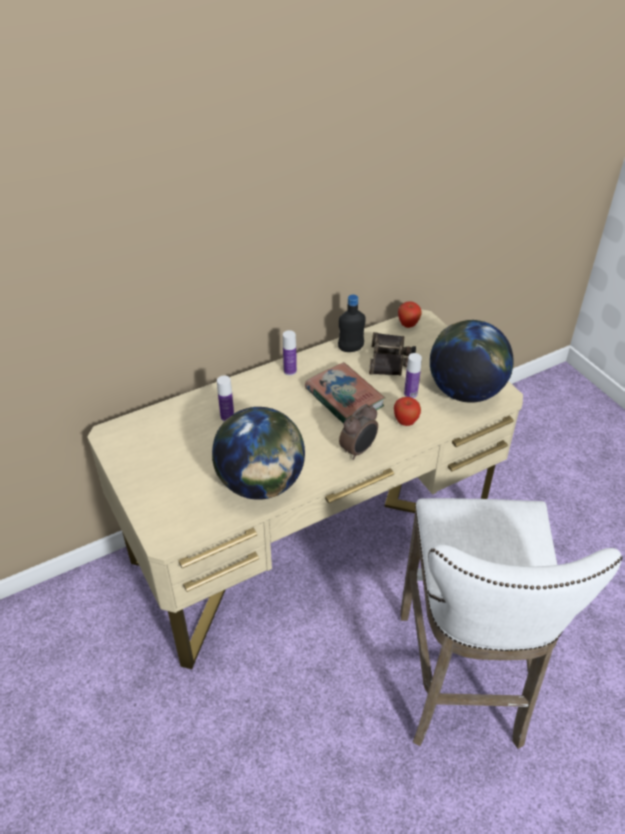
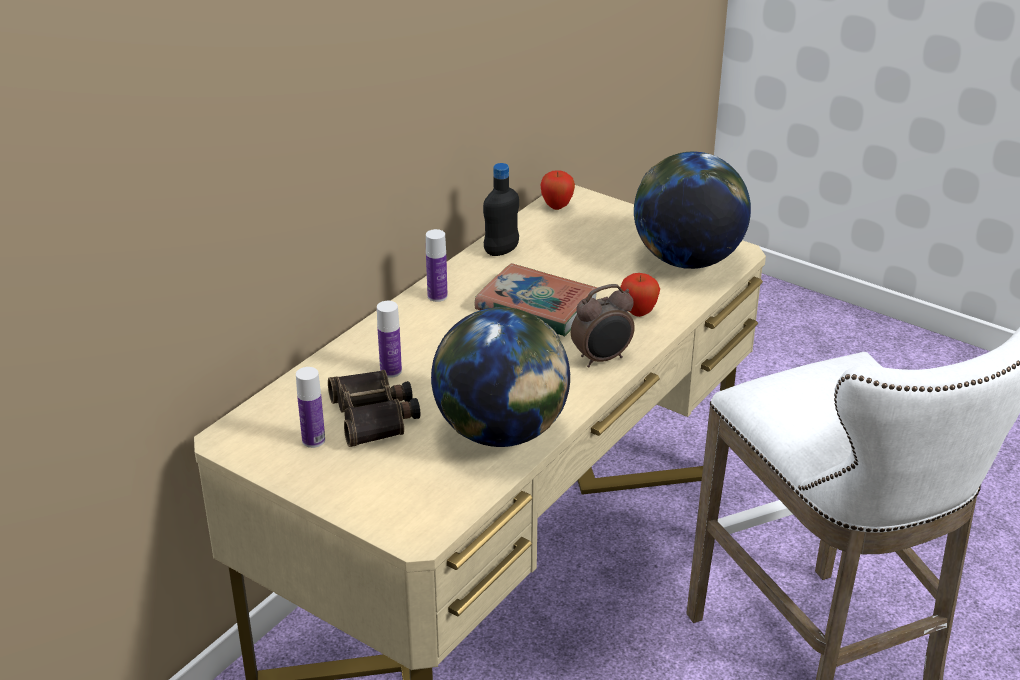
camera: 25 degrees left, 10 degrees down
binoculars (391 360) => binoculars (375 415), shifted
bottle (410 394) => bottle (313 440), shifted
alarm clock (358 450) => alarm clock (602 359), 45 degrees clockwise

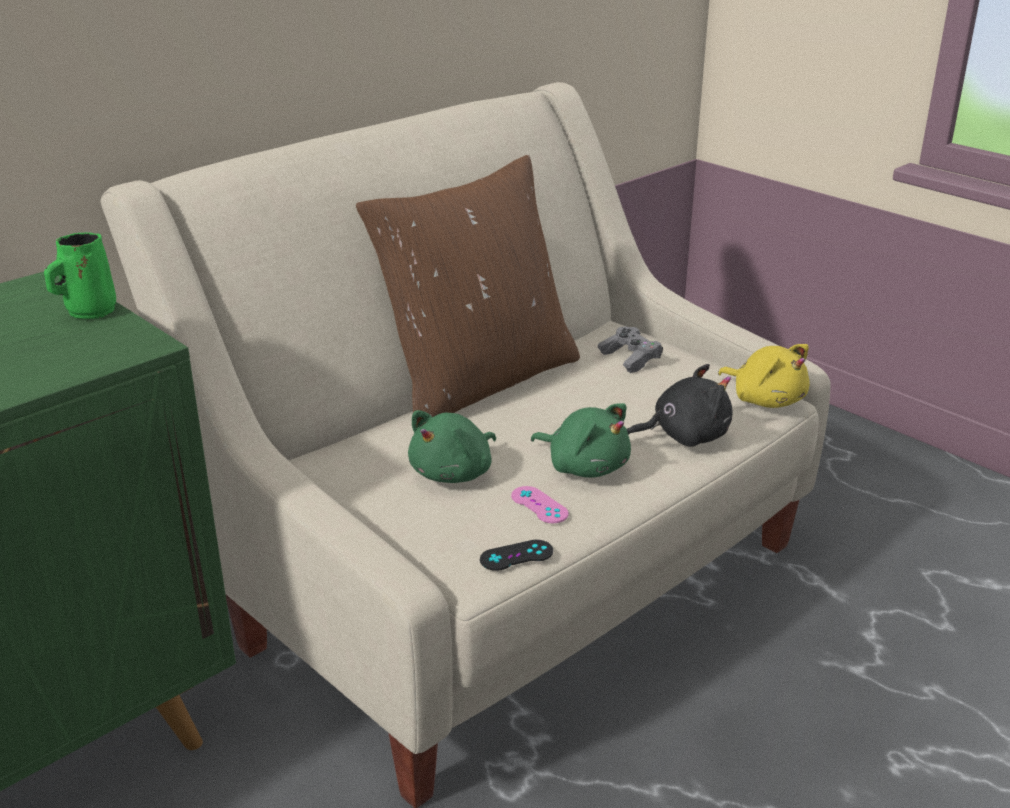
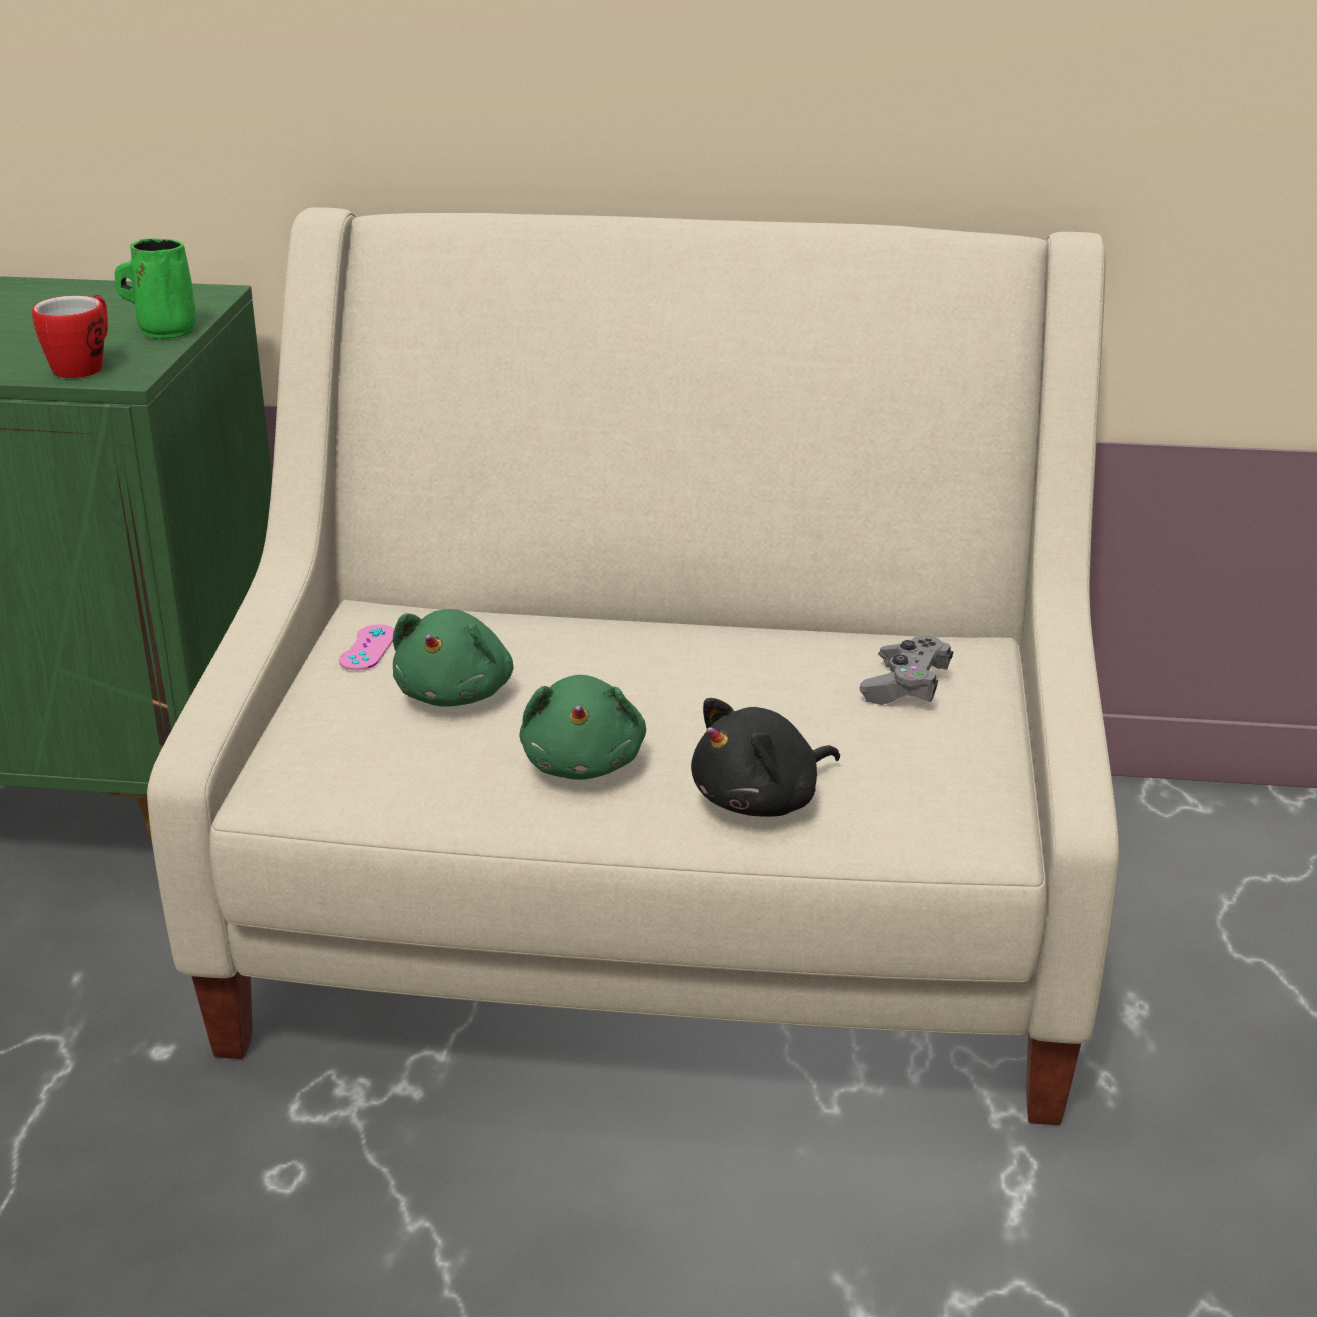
camera: 50 degrees right, 0 degrees up
pillow (brown) (478 381) => nothing
plush toy (yellow) (765 399) => nothing
plush toy (black) (684 436) => plush toy (black) (761 801), 105 degrees clockwise
plush toy (green) (454 473) => plush toy (green) (457 693), 75 degrees counterclockwise
game controller (pink) (539 505) => game controller (pink) (368 648), shifted
game controller (black) (516 555) => nothing
nothing => mug (84 366)

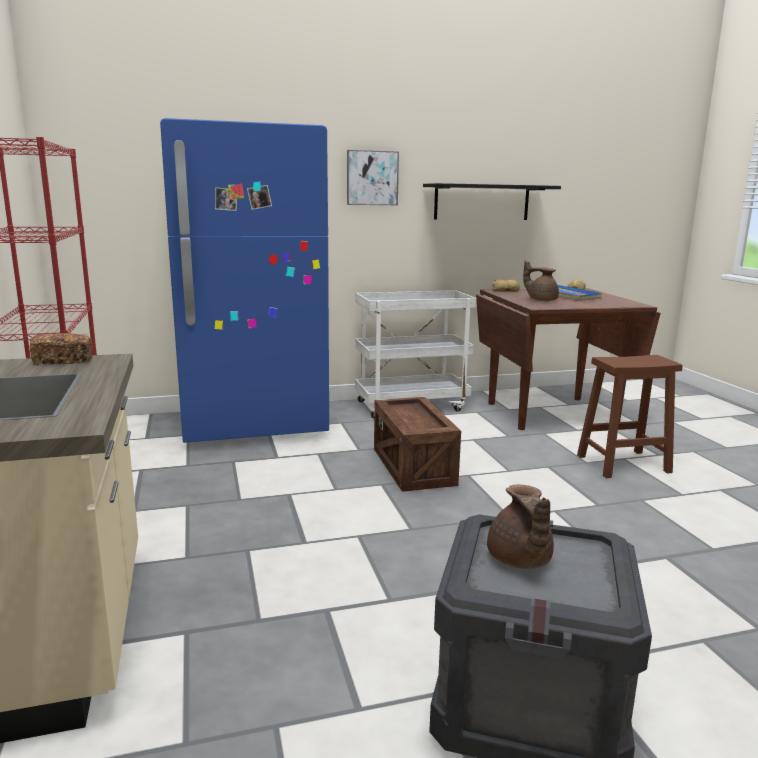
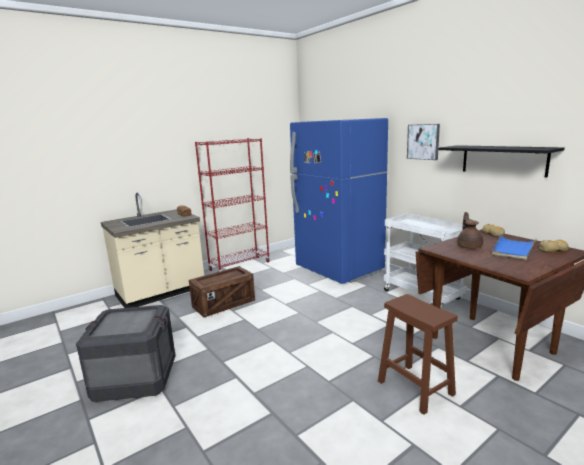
camera: 70 degrees right, 0 degrees up
crate (413 467) => crate (223 304), shifted
teapot (brown) (519 560) => nothing

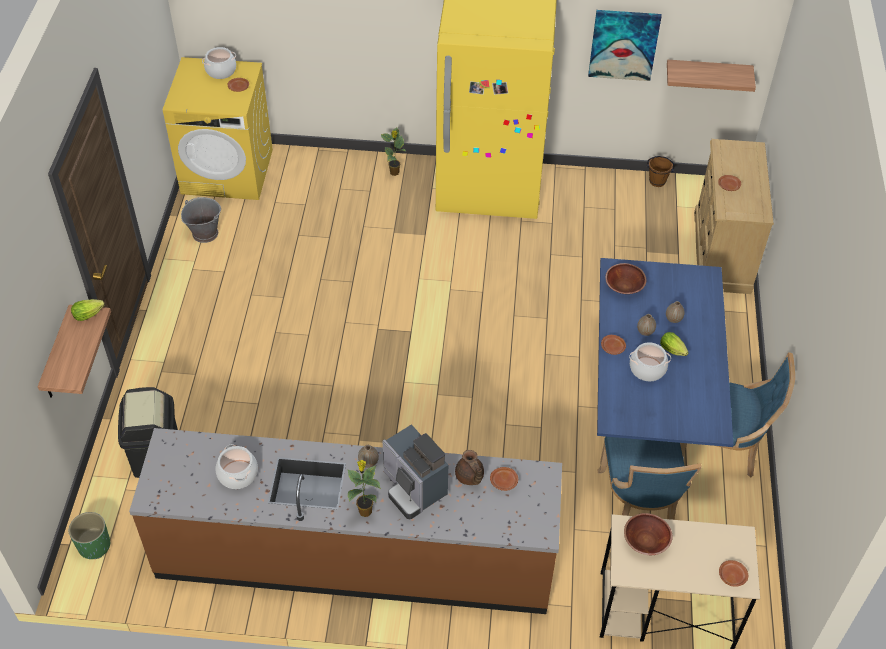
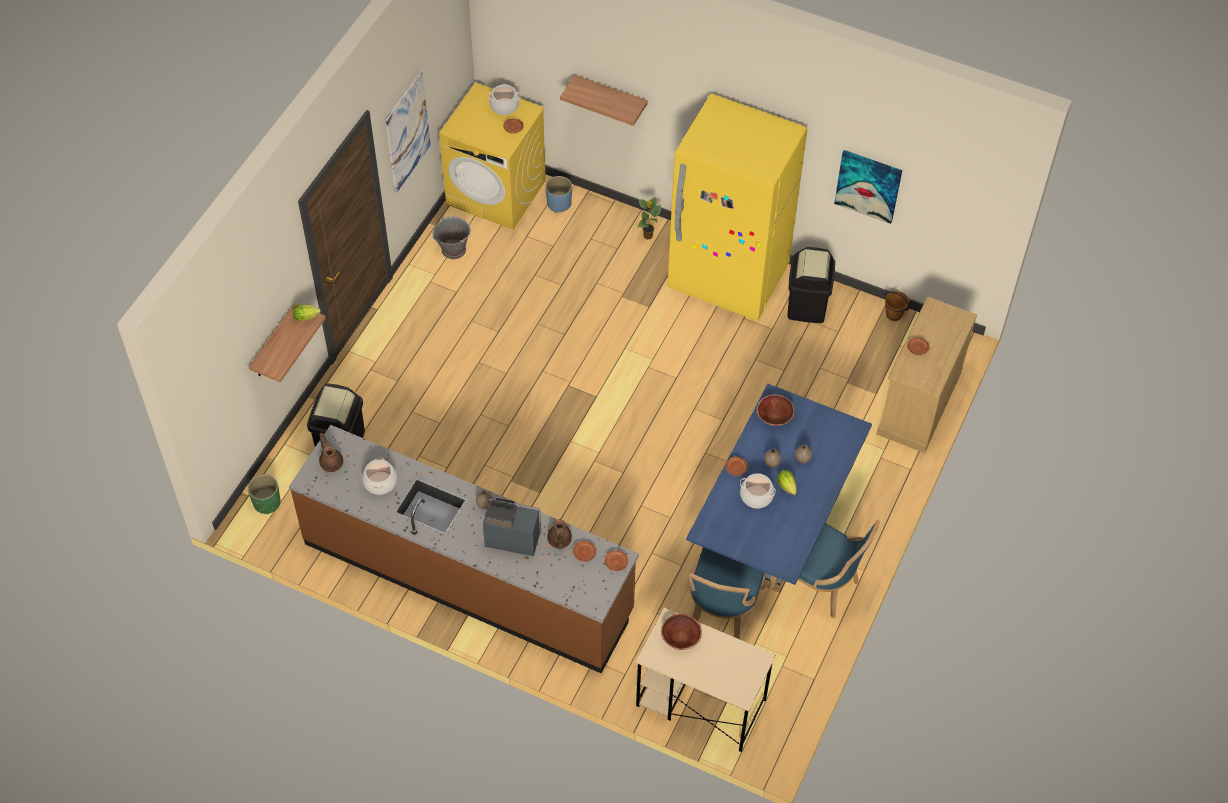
camera: 20 degrees right, 5 degrees up
shelf (707 74) => shelf (610 97), shifted
coffee machine (414 488) => coffee machine (511 536), 120 degrees clockwise
potted plant (365 510) => nothing
plate (brown) (731 576) => plate (brown) (616 562), shifted
nothing => picture (407 132)
nothing => planter (blue) (559 203)
nothing => trash can (black) (807 306)
nothing => teapot (brown) (331 462)

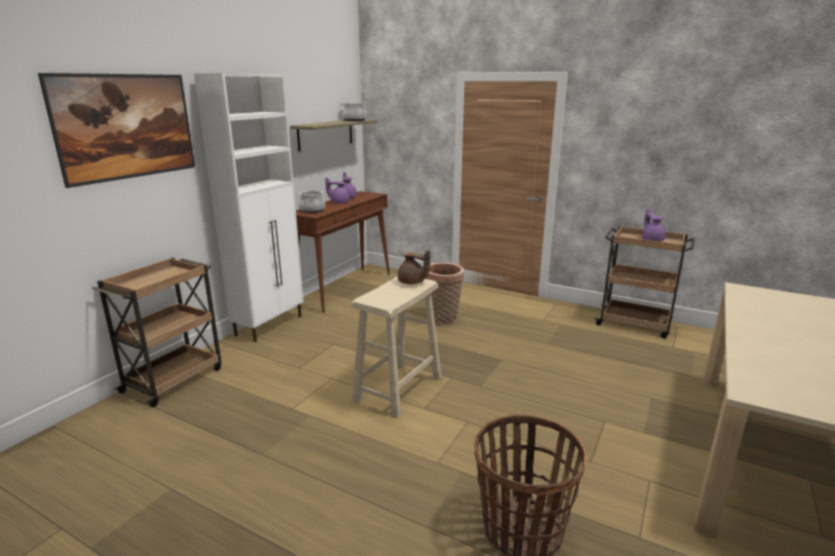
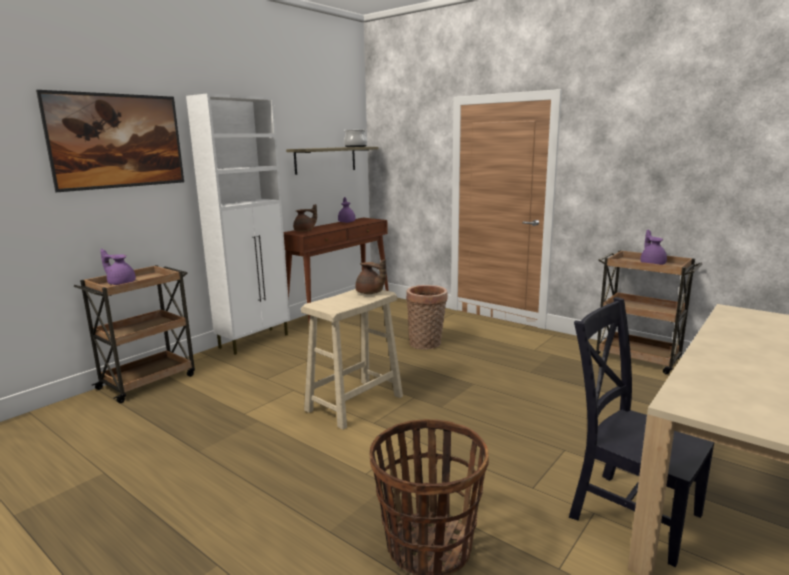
camera: 10 degrees right, 5 degrees down
teapot (purple) (339 202) => teapot (purple) (121 283), shifted
cooking pot (312 210) => teapot (brown) (304 231)
nothing => chair (black) (629 512)

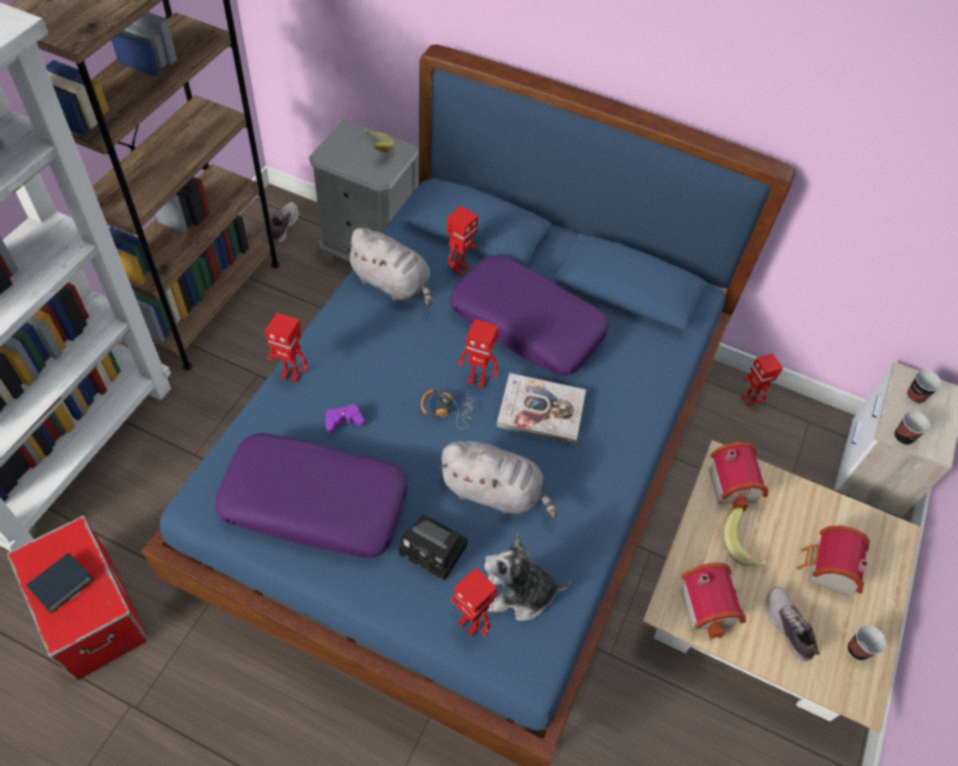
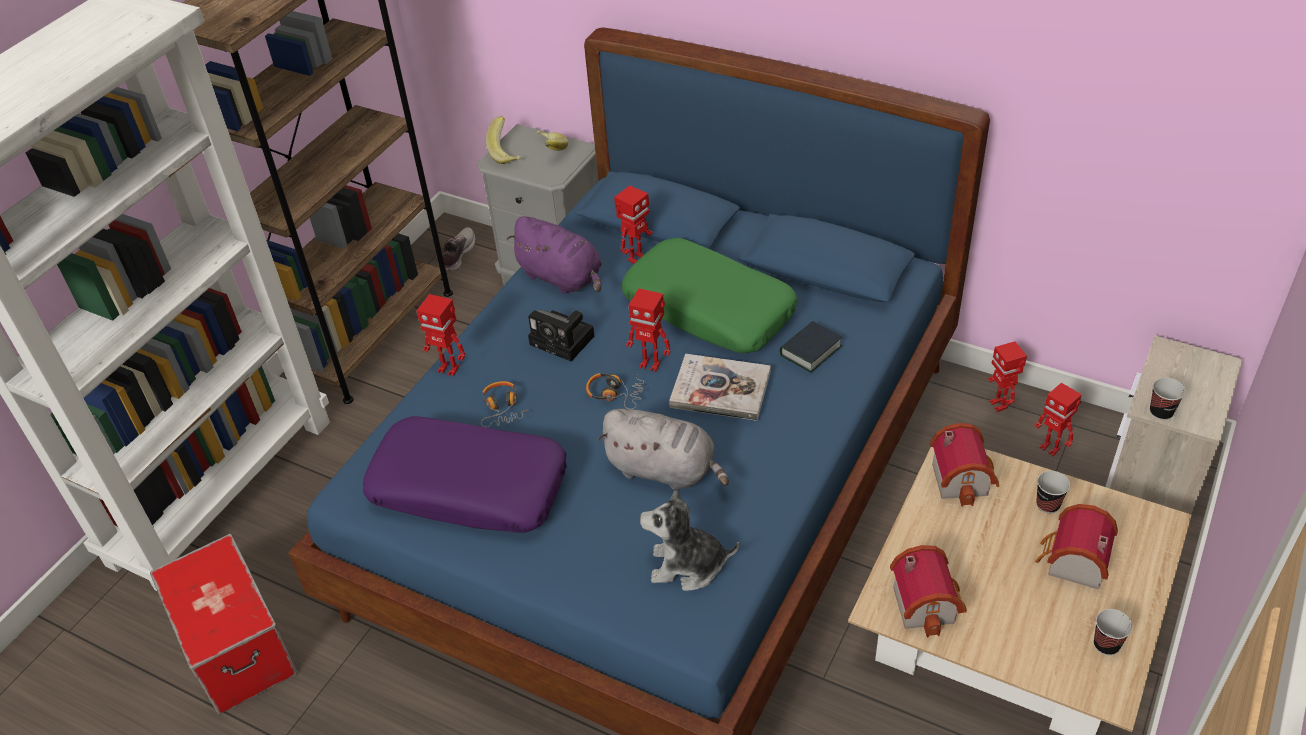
camera: 10 degrees right, 10 degrees down
plush toy (grey) (393 284) => plush toy (purple) (562 278)
pillow (purple) (527 324) => pillow (green) (710 308)
cup (915 396) => cup (1047 505), shifted
game controller (purple) (343 421) => headphones (502 408)
banana (741 545) => banana (507 153), shifted
photo camera (436 550) => photo camera (564 341), shifted
book (61 584) => book (810 351), shifted
toy robot (470 623) => toy robot (1050 448), shifted
shoe (787 627) => nothing

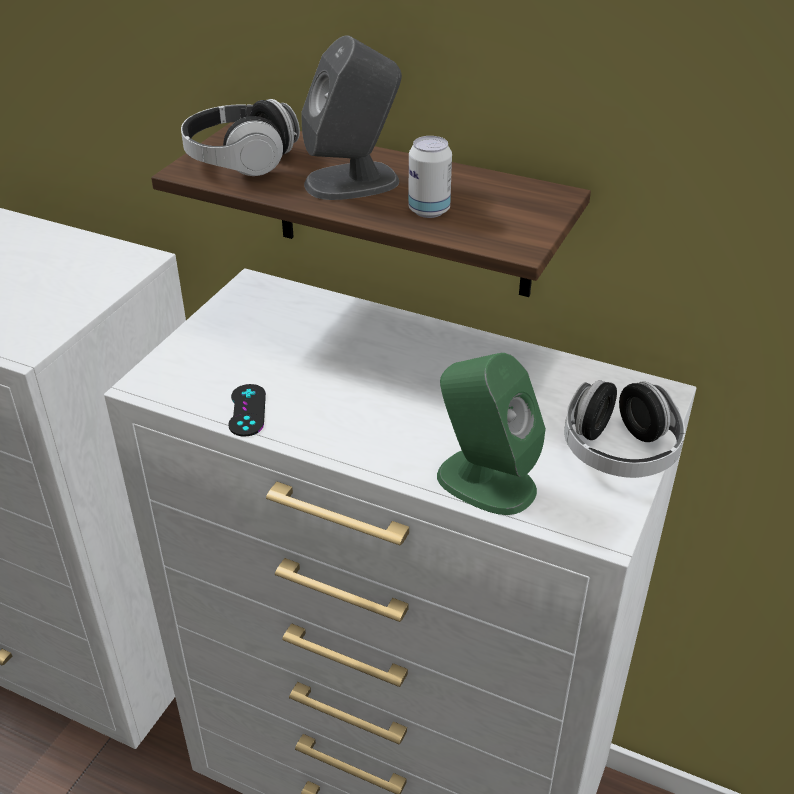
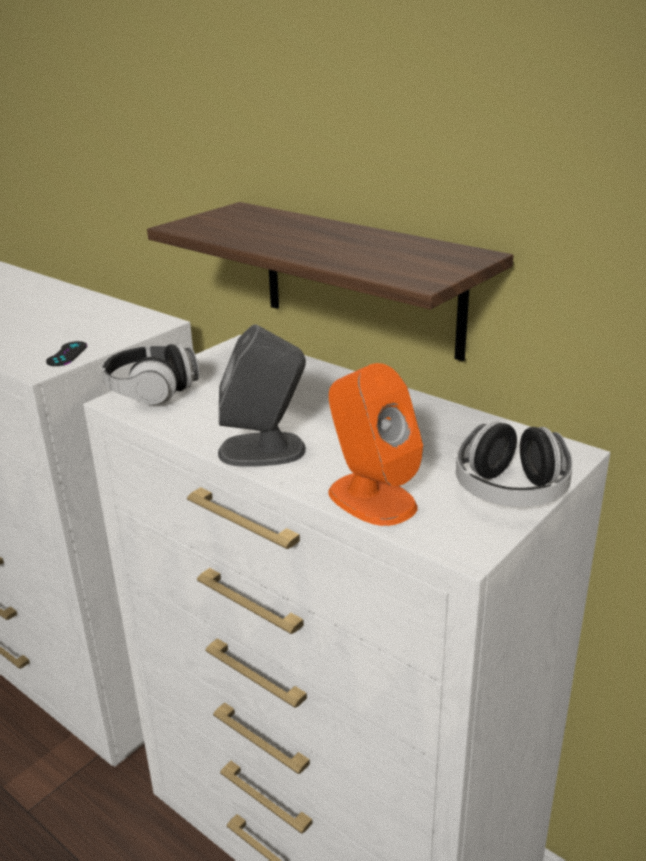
camera: 15 degrees right, 10 degrees down
speaker (grey) (353 182) => speaker (grey) (263 450), shifted
headphones (241 161) => headphones (152 391), shifted
can (429 210) => nothing
speaker (green) (485 482) => speaker (orange) (371 498)
game controller (black) (247 410) => game controller (black) (67 354), shifted

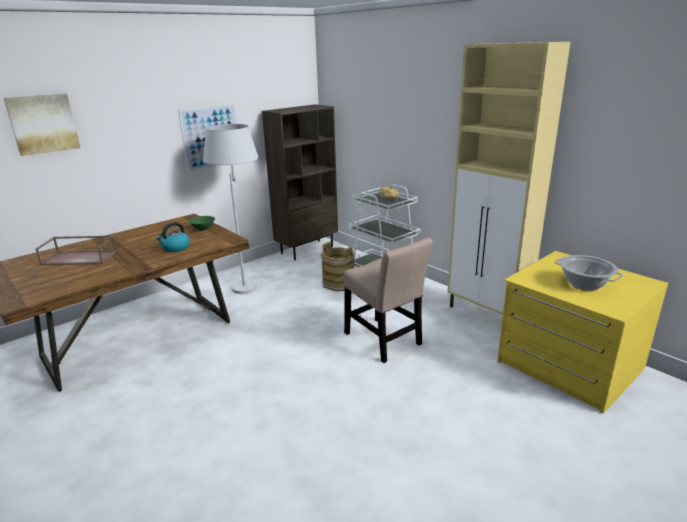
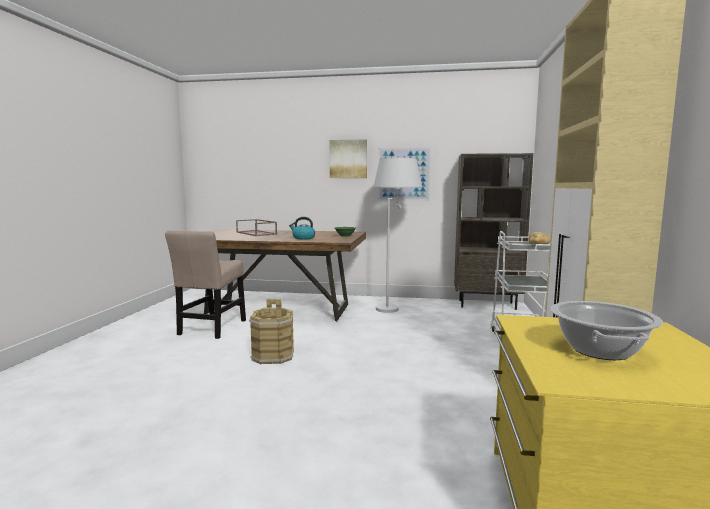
camera: 50 degrees right, 15 degrees down
picture (43 124) => picture (348 159), shifted
chair (beige) (384 341) => chair (beige) (211 328), shifted
bucket (brown) (338 284) => bucket (brown) (273 356), shifted

